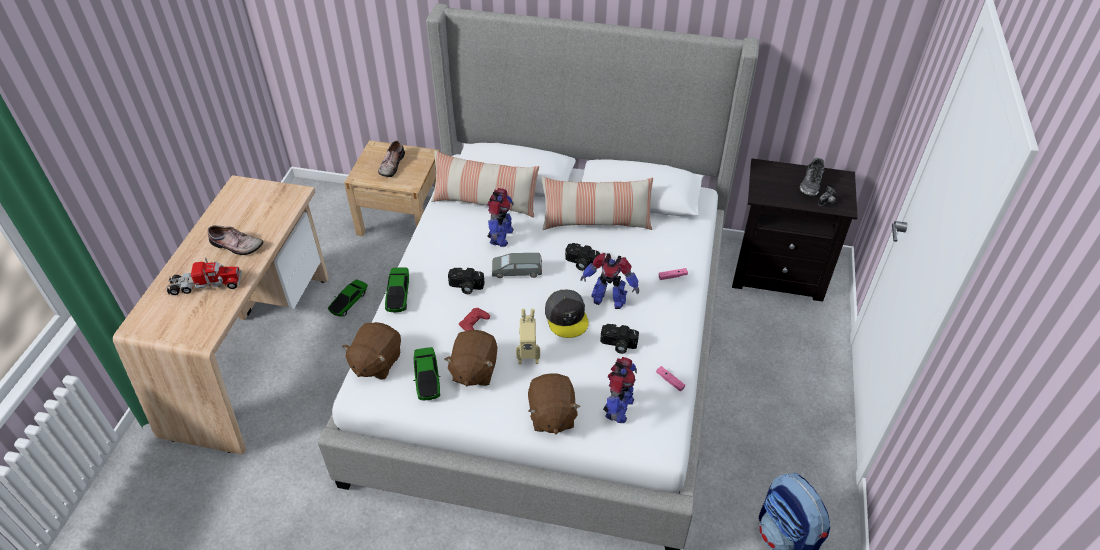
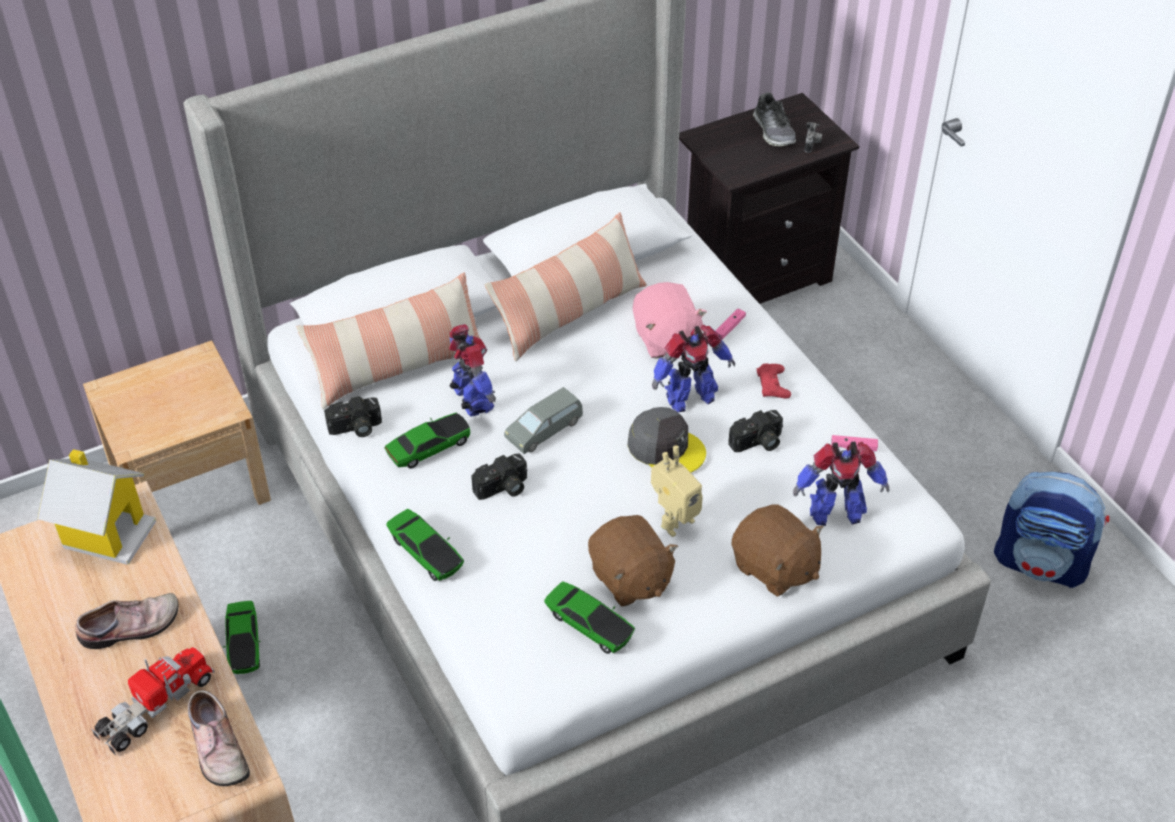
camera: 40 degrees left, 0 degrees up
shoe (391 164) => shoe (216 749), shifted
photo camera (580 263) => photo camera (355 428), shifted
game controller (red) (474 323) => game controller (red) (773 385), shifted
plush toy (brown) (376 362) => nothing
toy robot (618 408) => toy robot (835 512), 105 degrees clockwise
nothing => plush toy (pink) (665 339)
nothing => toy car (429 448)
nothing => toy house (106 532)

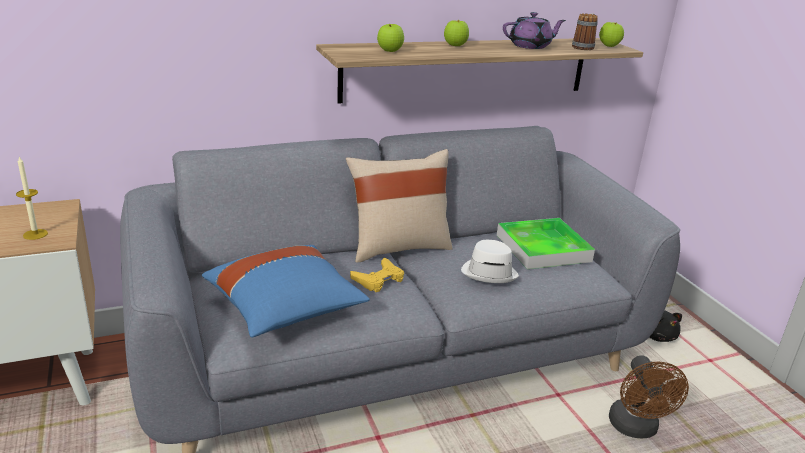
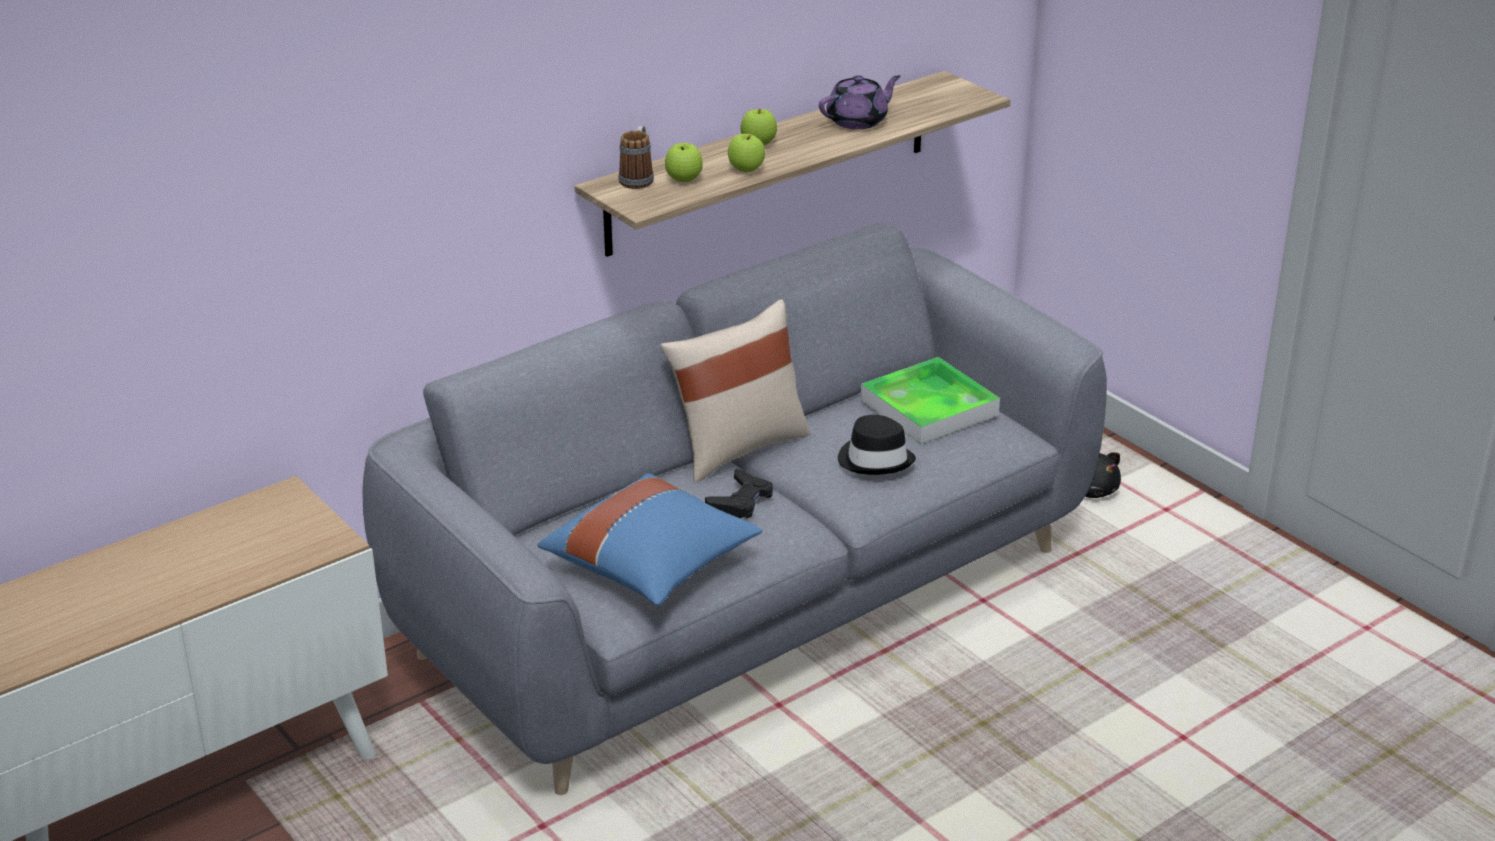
camera: 15 degrees left, 5 degrees up
mug (584 47) => mug (638 178), shifted
apple (609 46) => apple (746 169), shifted
candle (35 234) => nothing
hat (white) (489 272) => hat (black) (875 459)
game controller (yellow) (378 279) => game controller (black) (741 500)
fan (brown) (635 429) => nothing

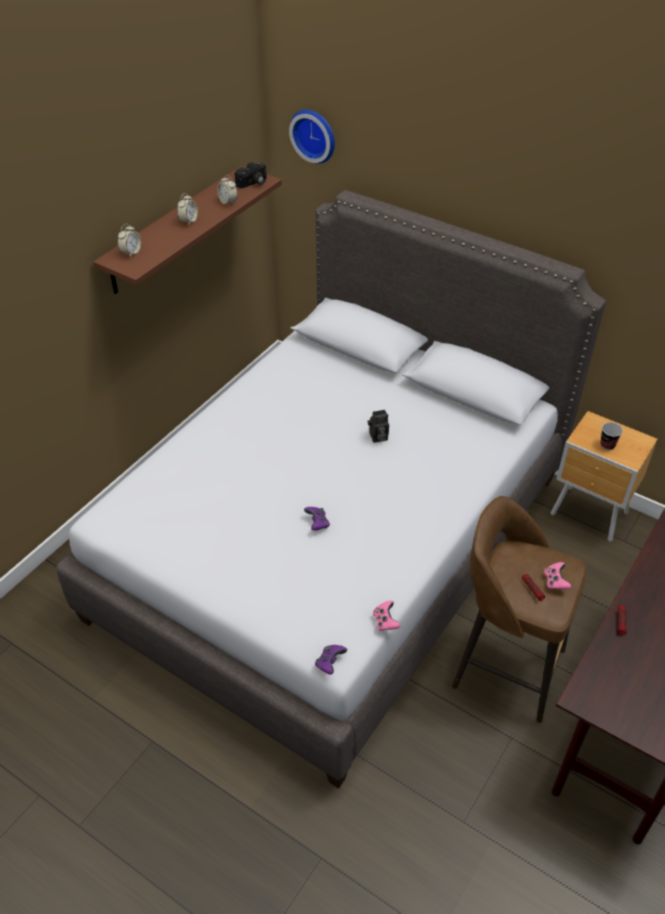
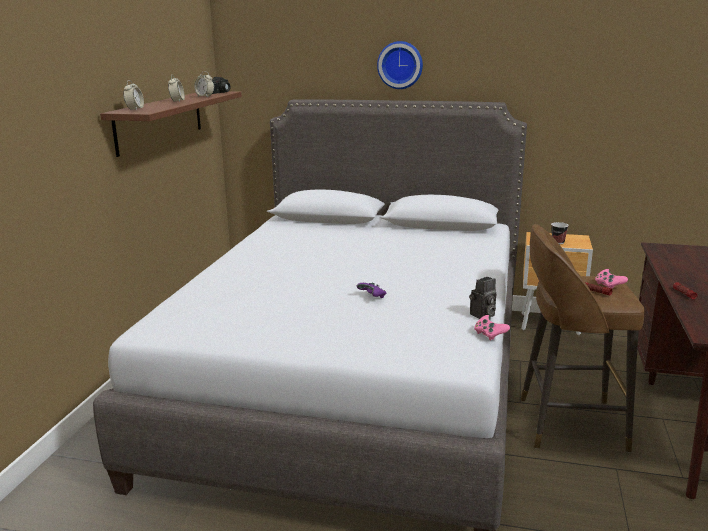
camera: 20 degrees left, 25 degrees down
wall clock (315 135) => wall clock (400 65), shifted
photo camera (377 437) => photo camera (482 315), shifted
game controller (purple) (330 663) => nothing

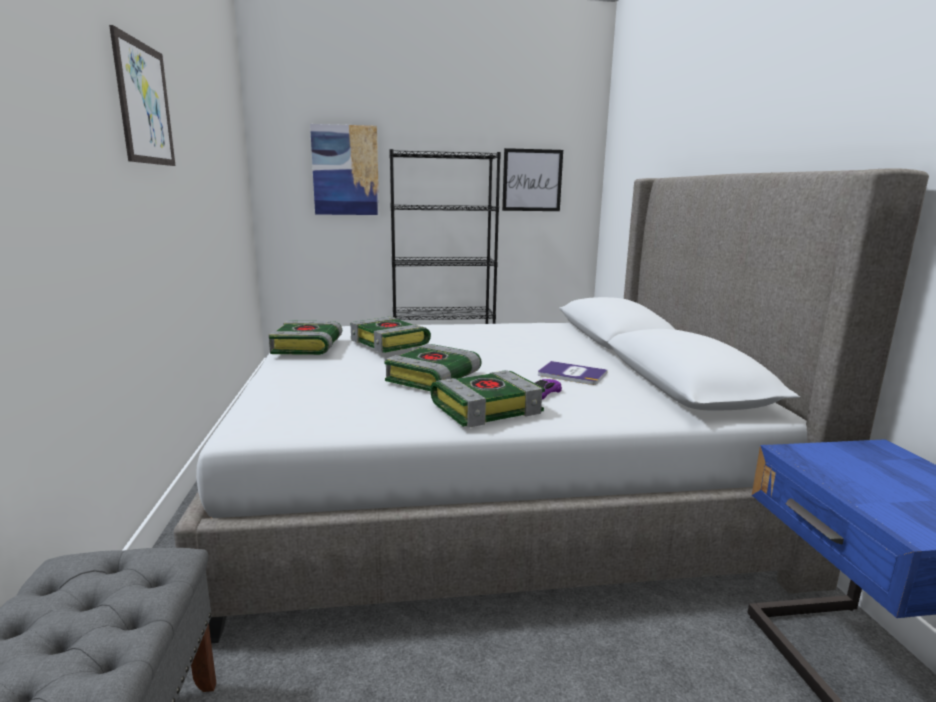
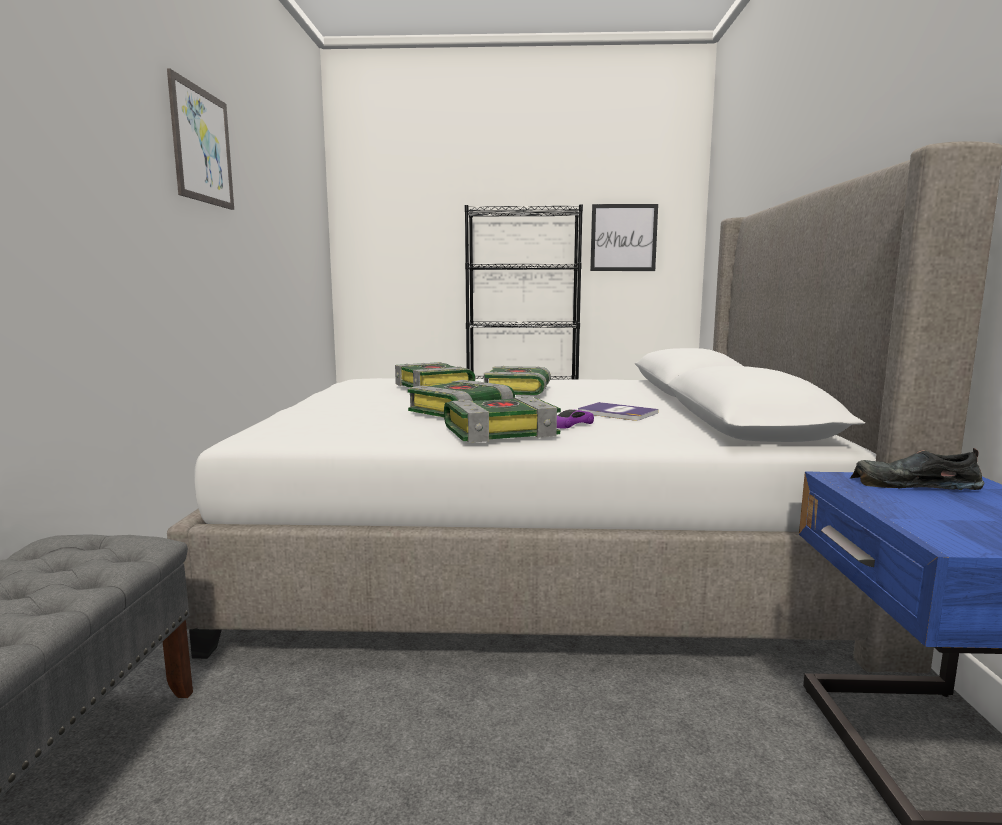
camera: 10 degrees right, 5 degrees down
picture (345 170) => nothing
book (308 347) => book (519 391), shifted
nothing => shoe (black) (913 484)

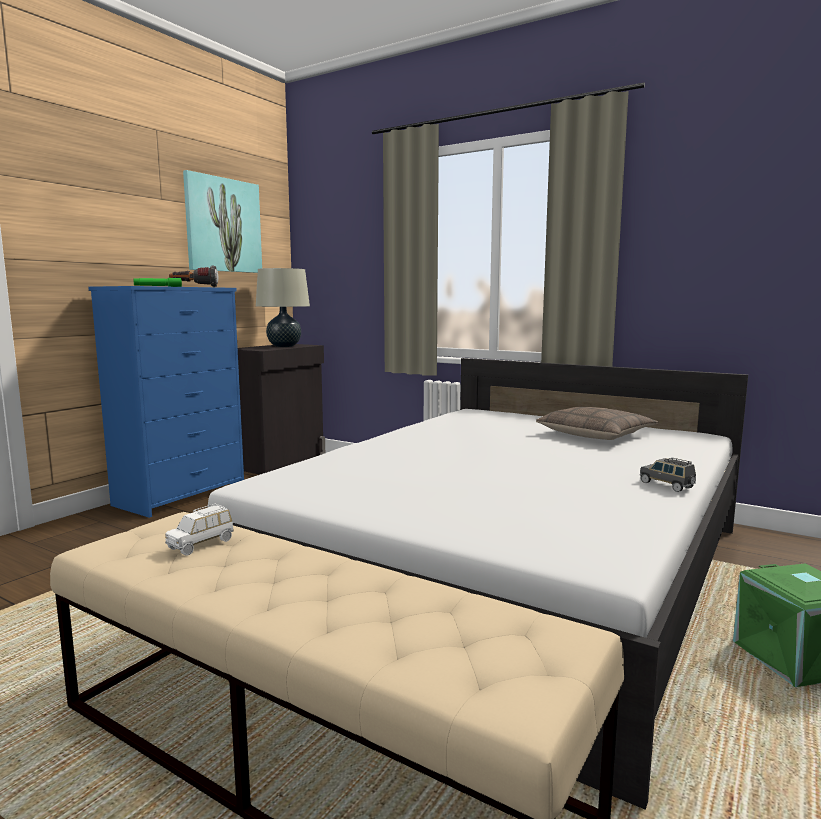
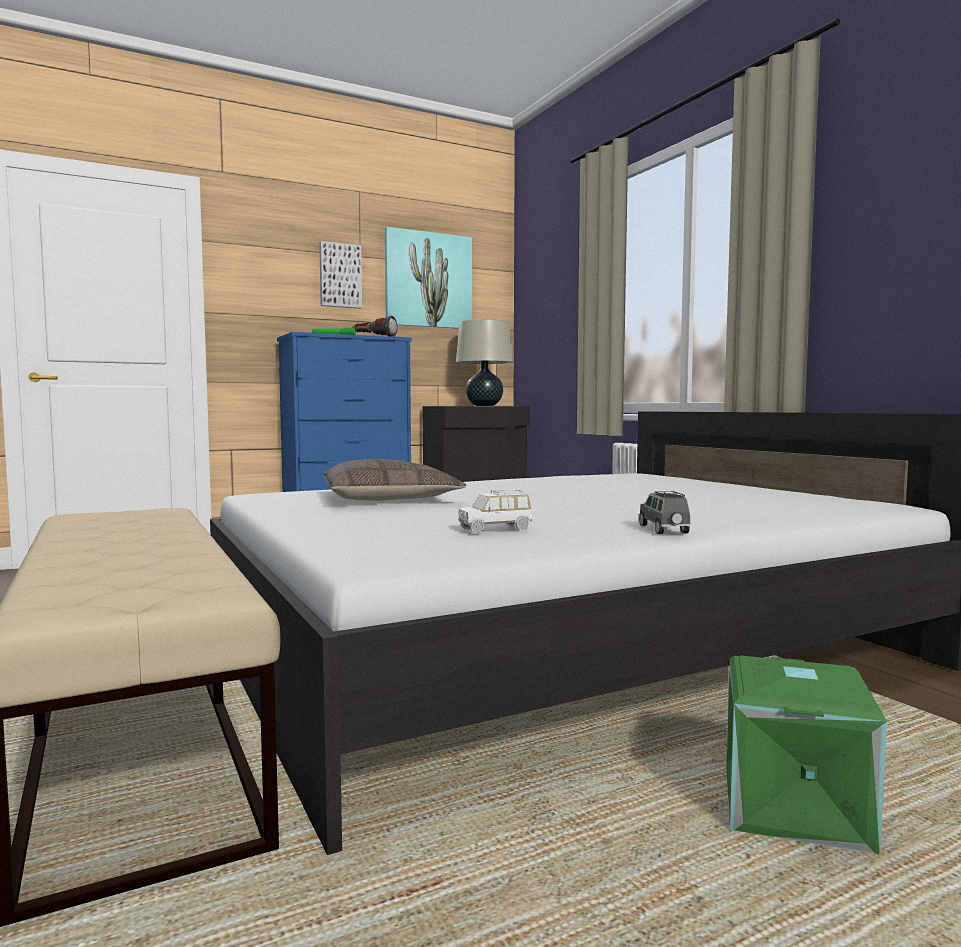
camera: 30 degrees right, 5 degrees down
pillow (596 434) => pillow (390 499), shifted
toy car (white) (201 544) => toy car (white) (496 529), shifted
nothing => picture (340 275)

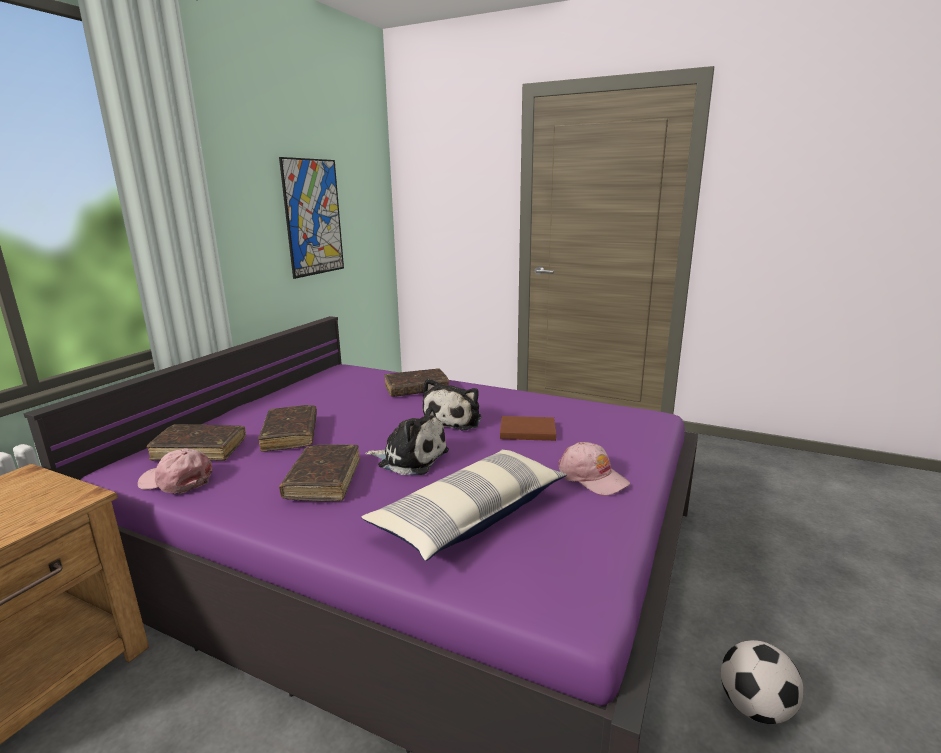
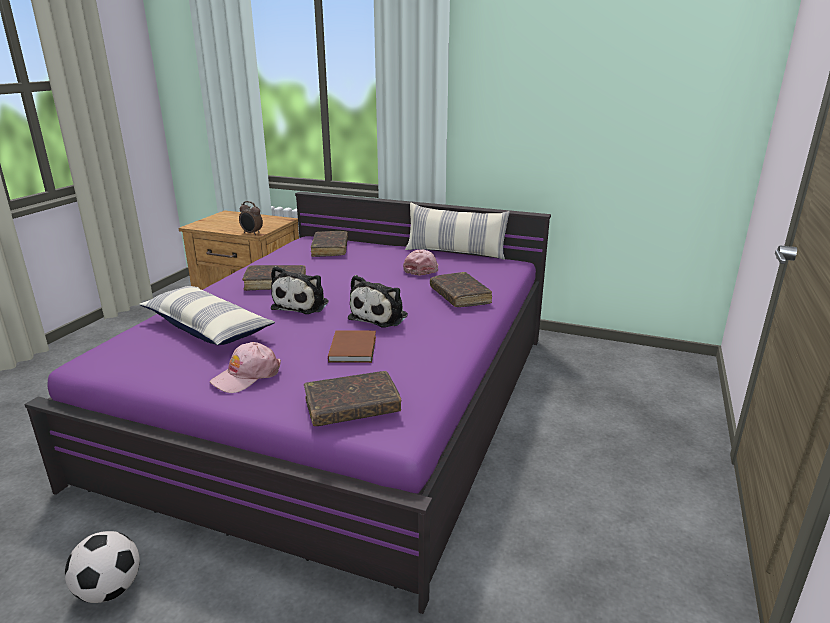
camera: 85 degrees right, 5 degrees up
picture (313 217) => nothing
plush toy (454 420) => plush toy (381 316), 75 degrees counterclockwise
book (brown) (290 435) => book (brown) (352 407), shifted
cap (pink) (177 480) => cap (pink) (422 268), shifted
nothing => alarm clock (251 233)
nothing => pillow (455 253)

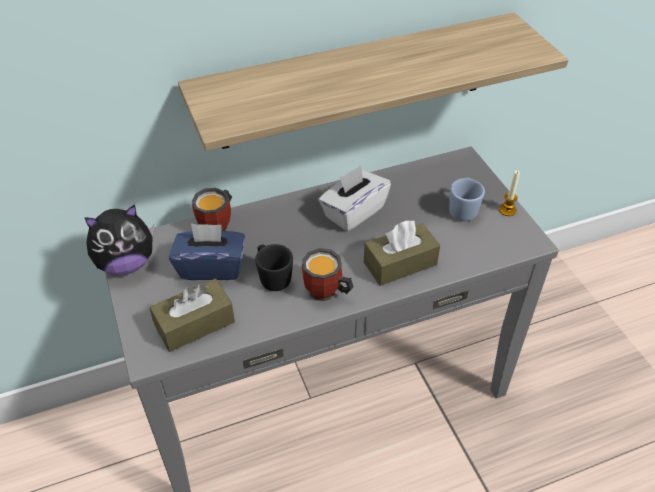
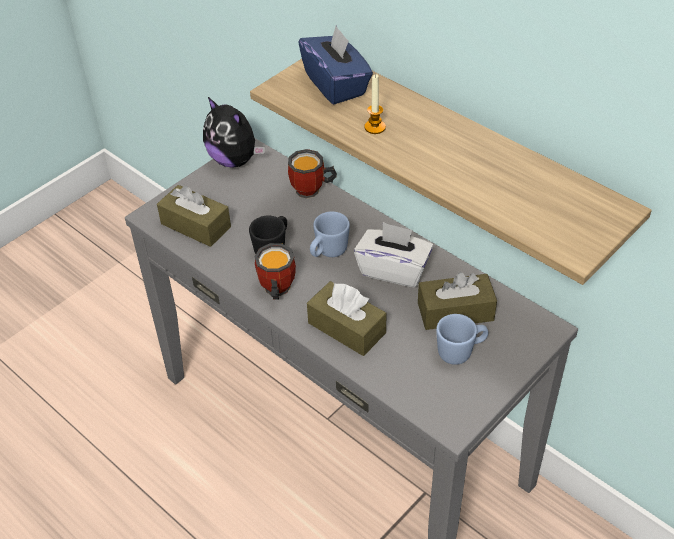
camera: 65 degrees right, 0 degrees up
candle (507 210) => candle (375 127), shifted
tissue box (blue) (211 267) => tissue box (blue) (336 85), shifted
nothing => mug (blue) (328 252)
nothing => tissue box (brown) (455 311)

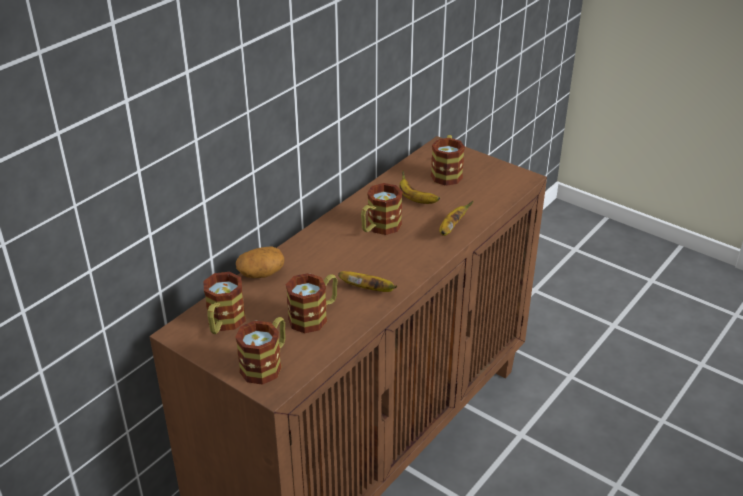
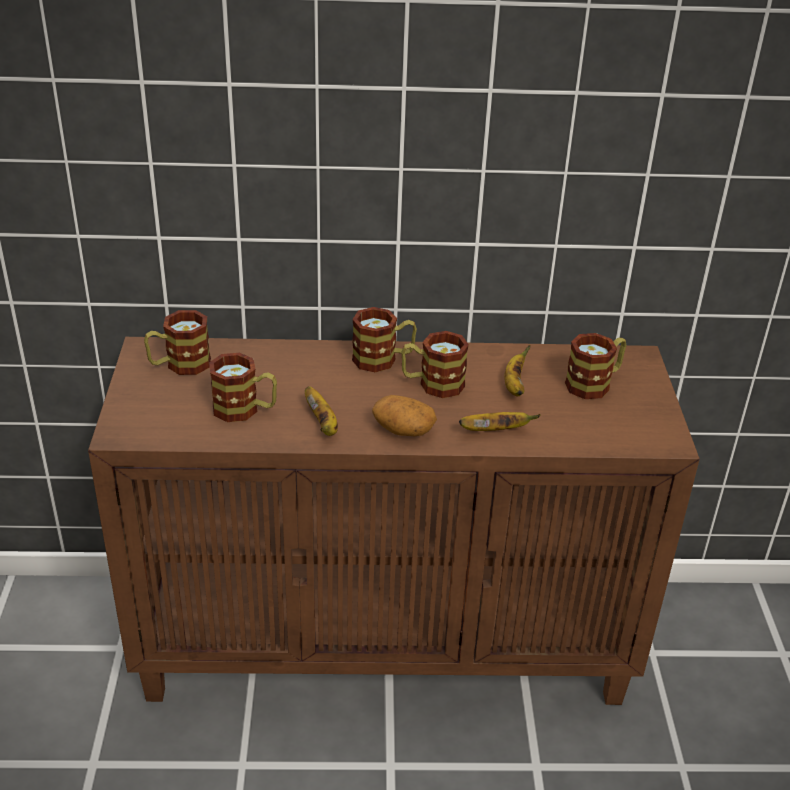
camera: 50 degrees right, 0 degrees up
potato (261 273) => potato (403 429), shifted
mug (266 364) => mug (383 359), shifted

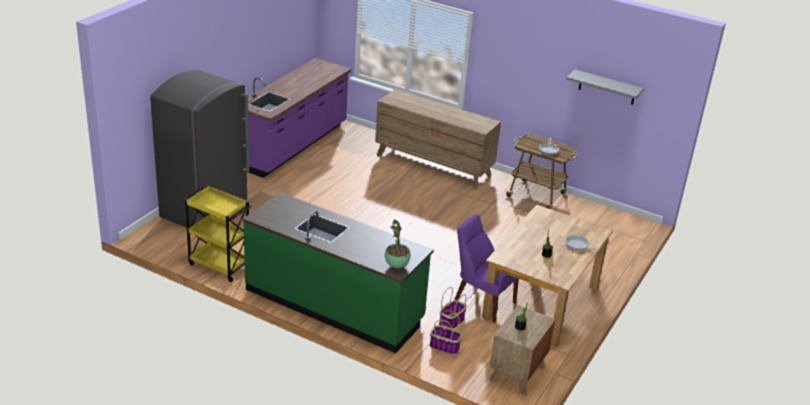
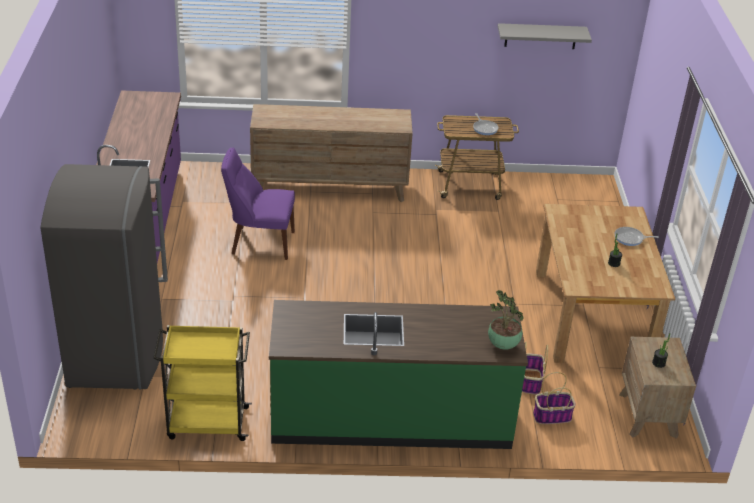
camera: 30 degrees left, 5 degrees up
chair (purple) (481 301) => chair (purple) (259 242), shifted

